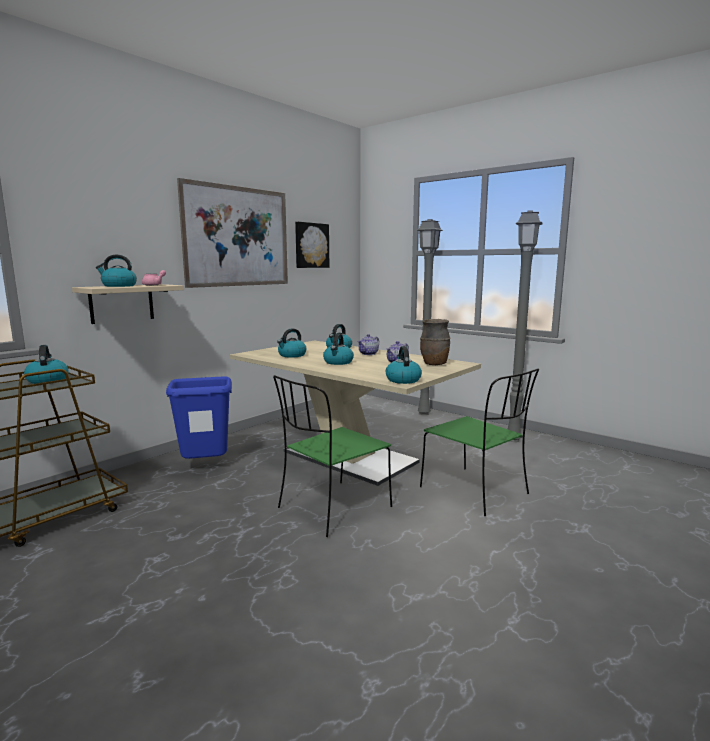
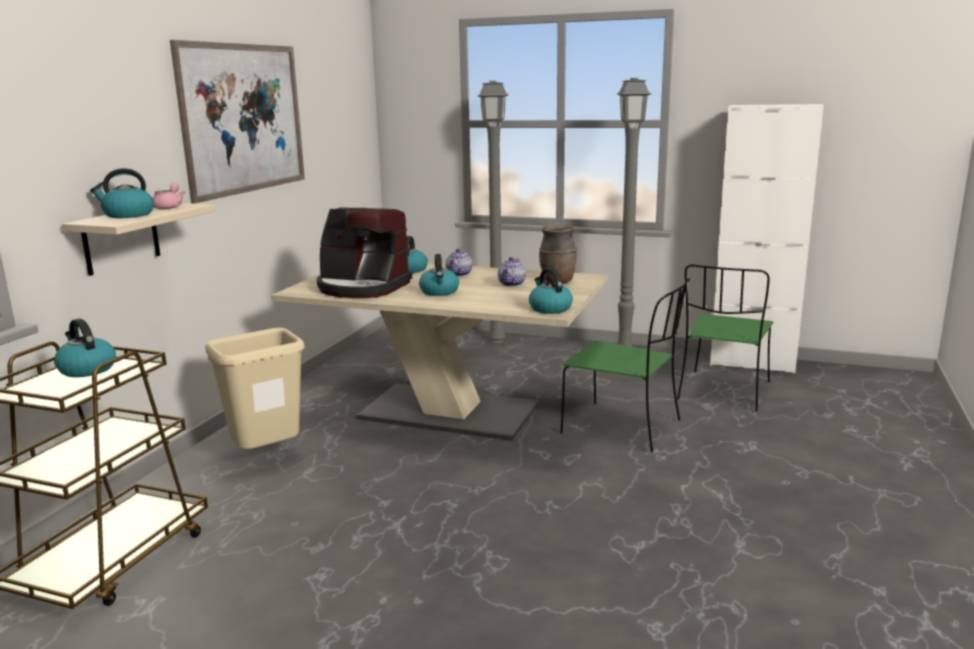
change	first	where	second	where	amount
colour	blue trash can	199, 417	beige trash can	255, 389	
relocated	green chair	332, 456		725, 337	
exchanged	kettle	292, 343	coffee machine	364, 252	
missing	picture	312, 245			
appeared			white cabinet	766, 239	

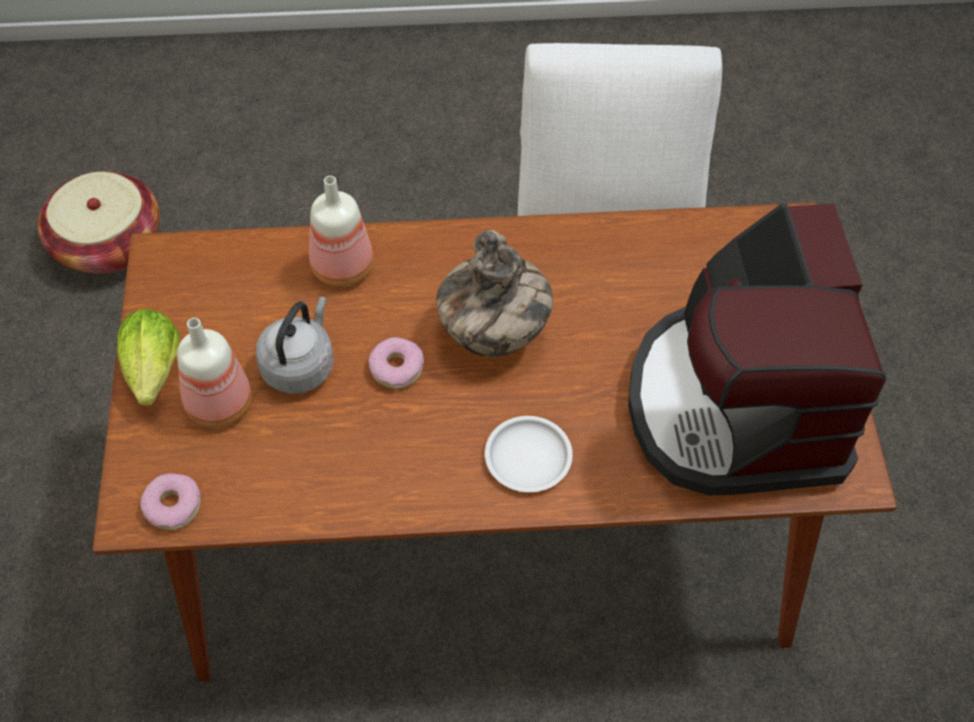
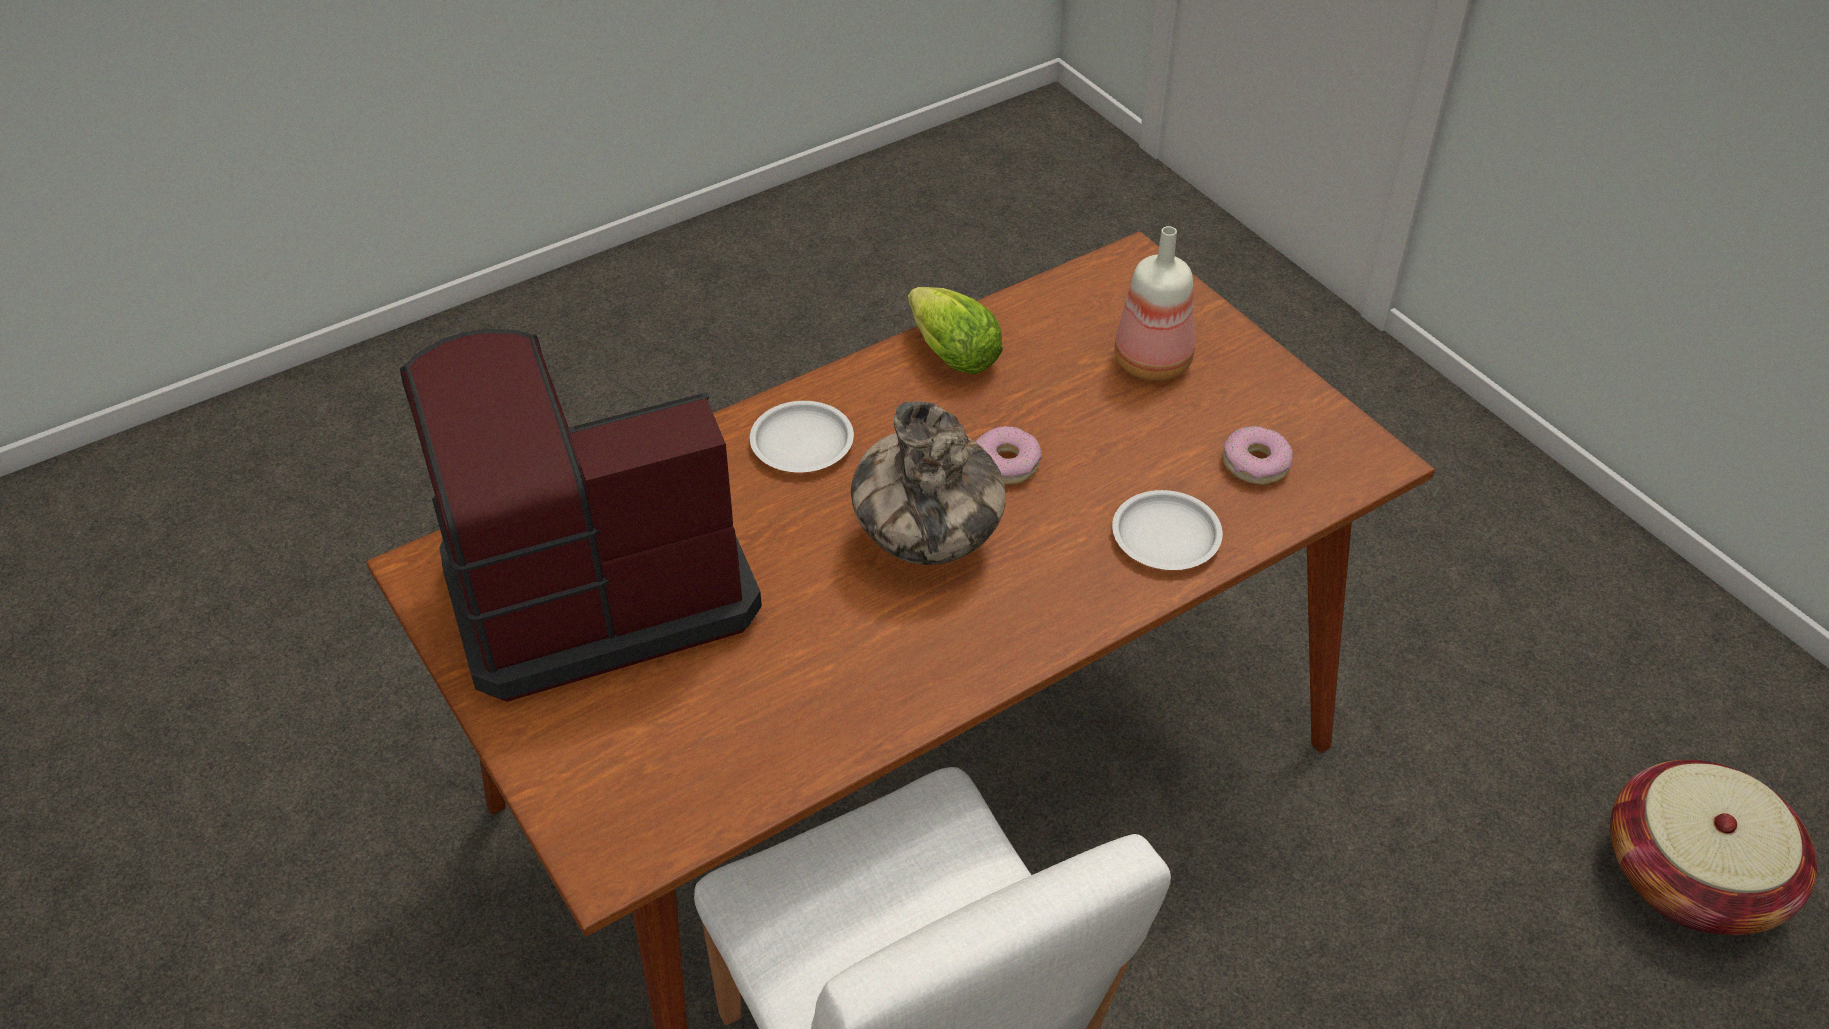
change	first	where	second	where	amount
relocated	lettuce	148, 357		955, 330	
relocated	donut	170, 501		1258, 455	
missing	grey kettle	295, 345			
exchanged	bottle	341, 231	white plate	1167, 530	
spun	coffee machine	757, 349		581, 515	75 degrees counterclockwise

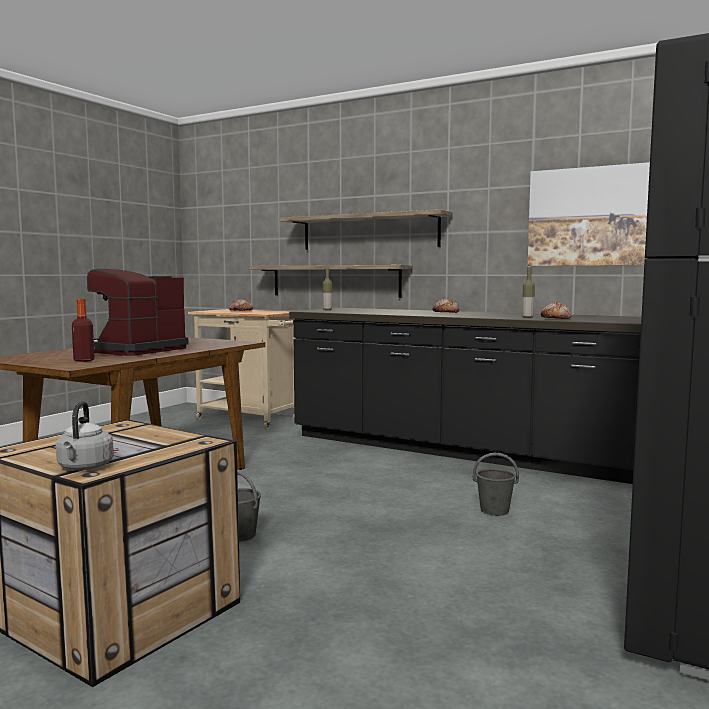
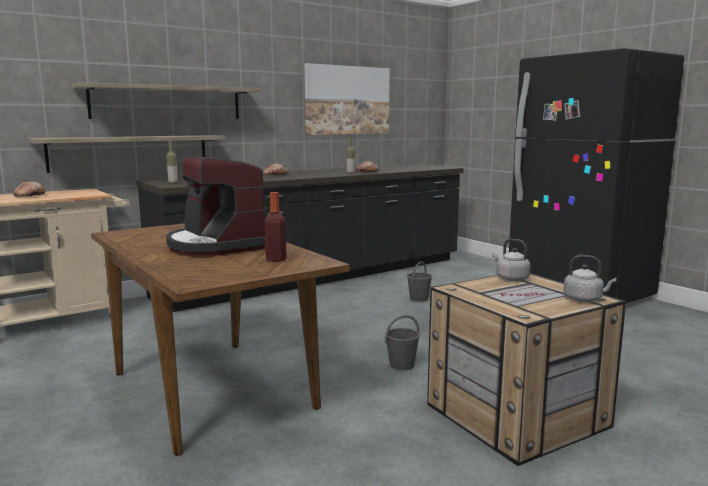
change	first	where	second	where	amount
appeared			grey kettle	511, 260	

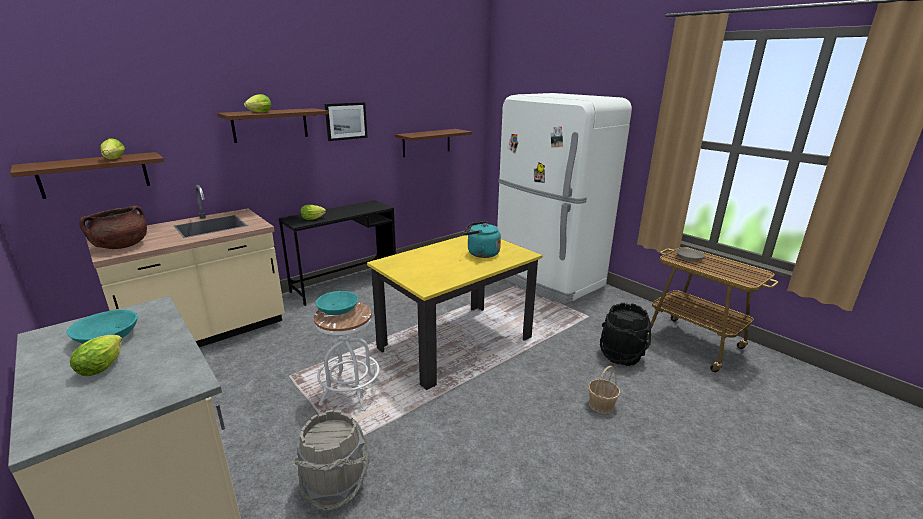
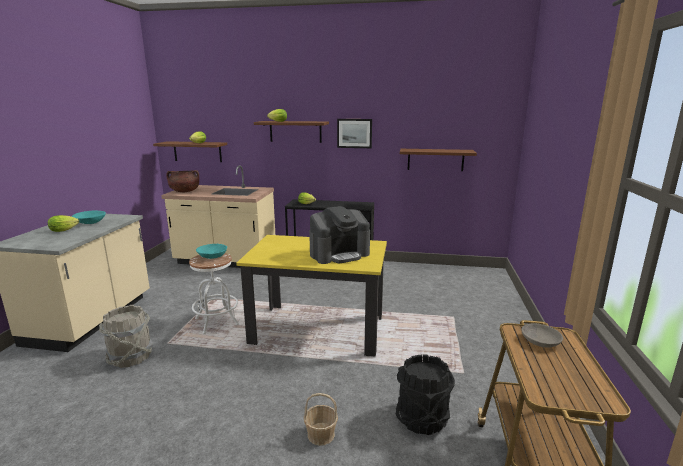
change	first	where	second	where	amount
exchanged	turquoise kettle	482, 239	coffee machine	339, 235	
missing	white fridge	564, 198			

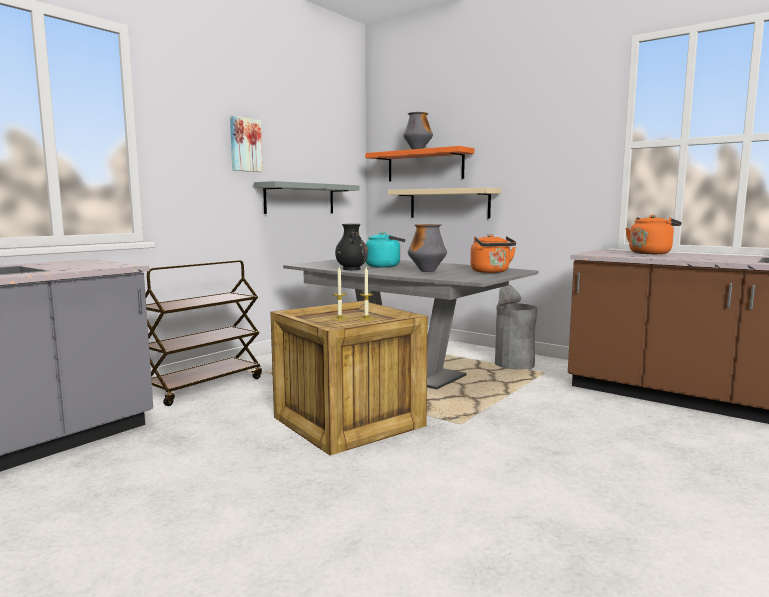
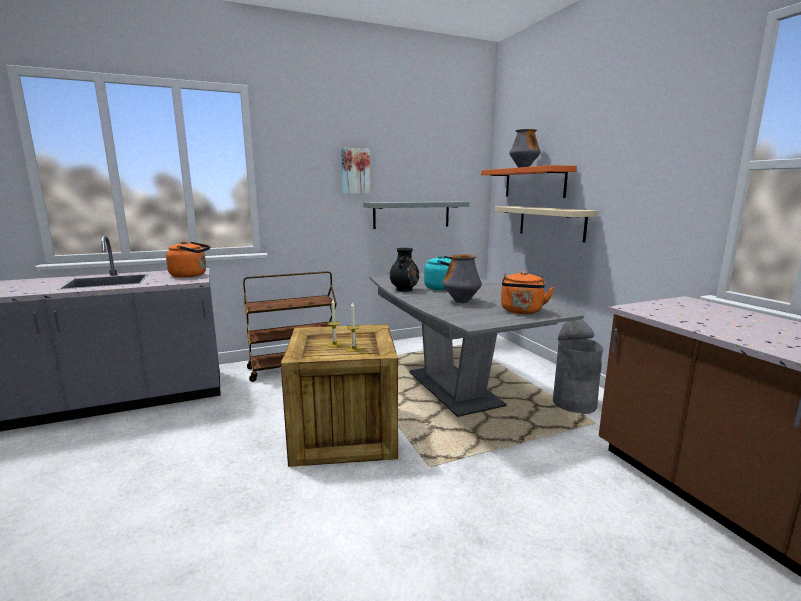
change	first	where	second	where	amount
relocated	orange kettle	653, 234		188, 259	

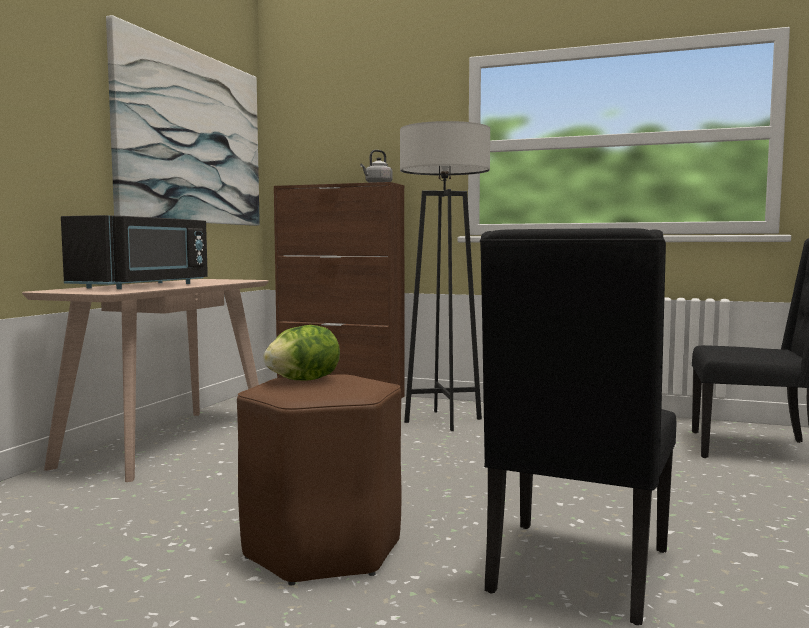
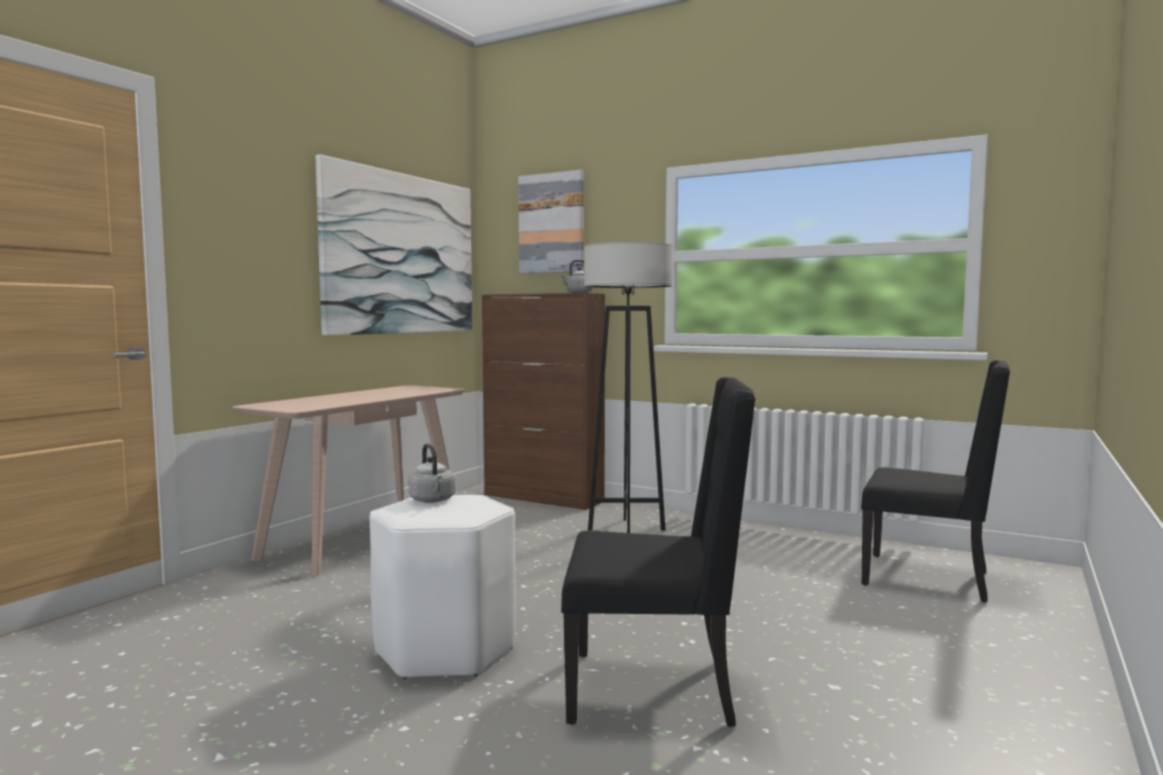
change	first	where	second	where	amount
missing	black microwave	134, 252			
colour	brown stool	319, 479	white stool	443, 587	
exchanged	lettuce	301, 353	grey kettle	431, 473	
spun	black chair	578, 426		658, 552	120 degrees counterclockwise
appeared			picture	551, 222	

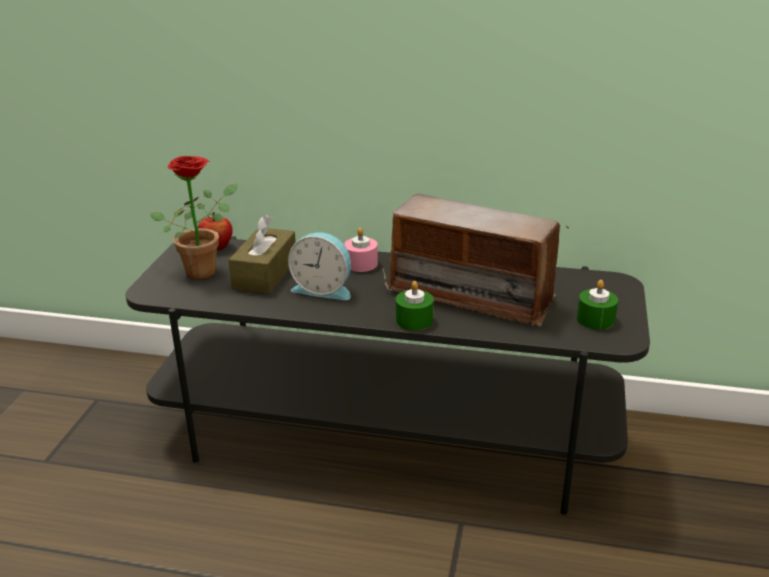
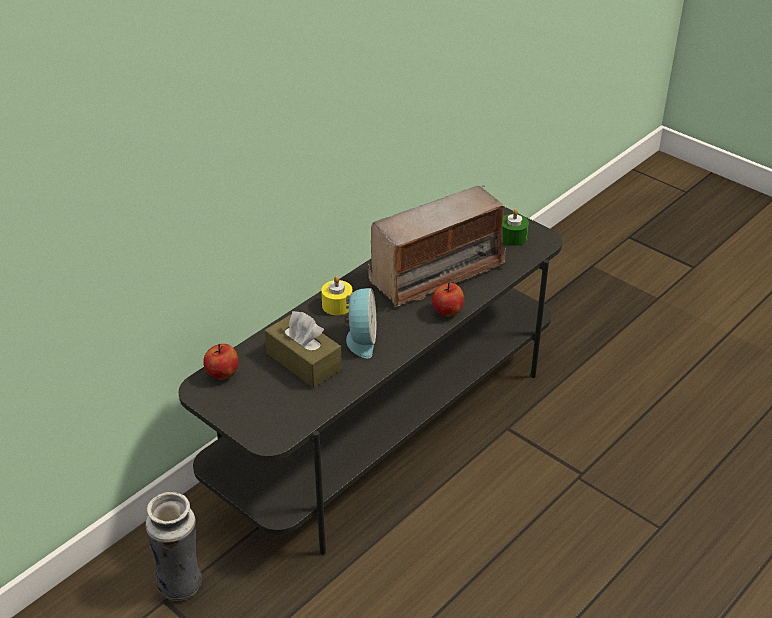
change	first	where	second	where	amount
missing	potted plant	193, 217			
spun	alarm clock	319, 266		360, 323	45 degrees counterclockwise
colour	pink candle	361, 250	yellow candle	337, 295	
exchanged	green candle	415, 305	apple	448, 299	
appeared			vase	173, 546	

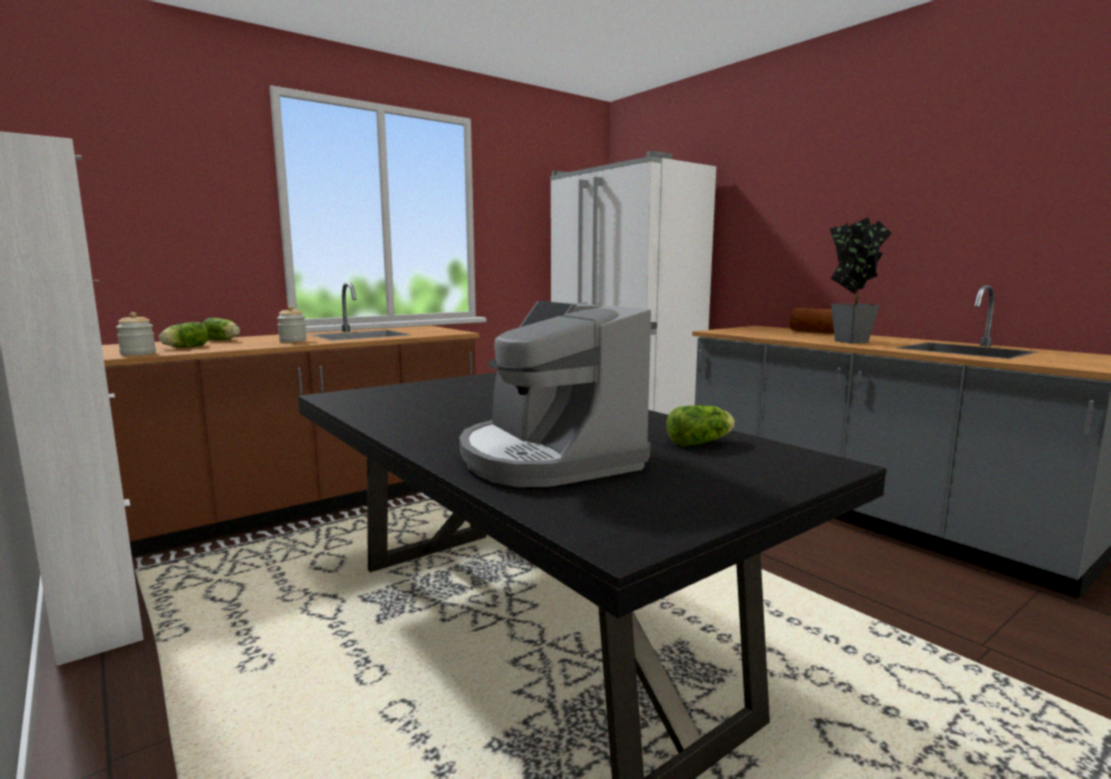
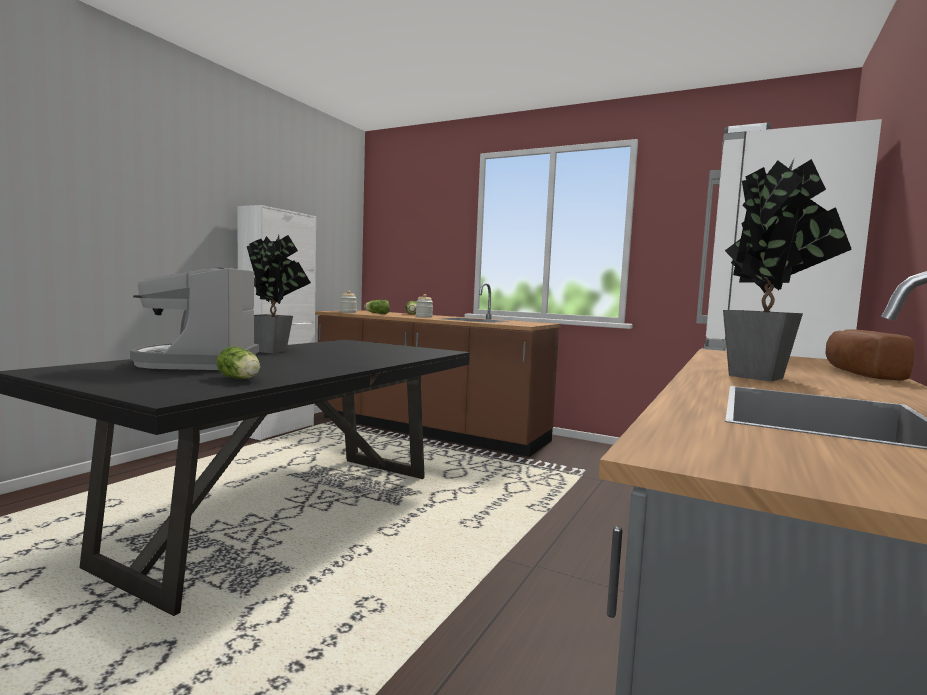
change	first	where	second	where	amount
spun	coffee machine	555, 394		194, 318	45 degrees counterclockwise
appeared			potted plant	279, 294	

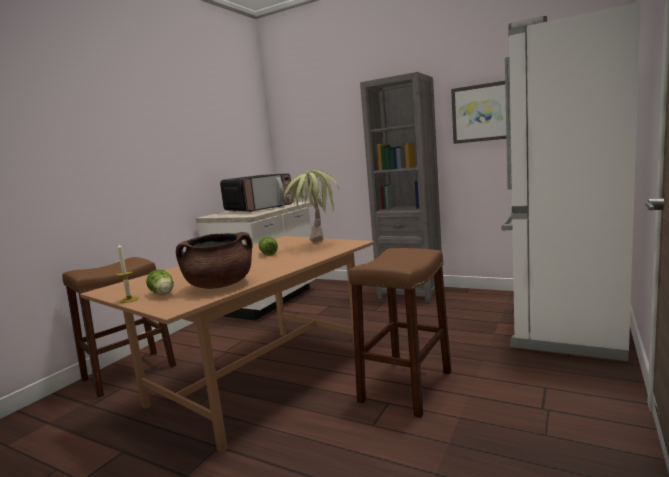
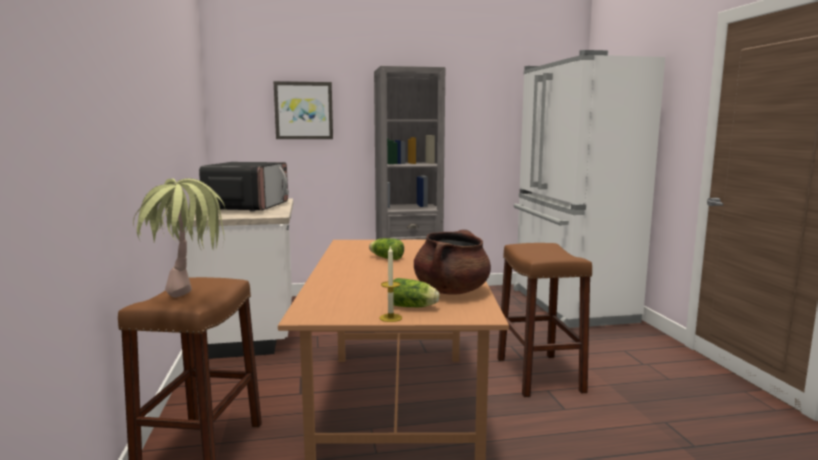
change	first	where	second	where	amount
relocated	potted plant	311, 206		179, 237	
relocated	picture	480, 112		303, 110	

